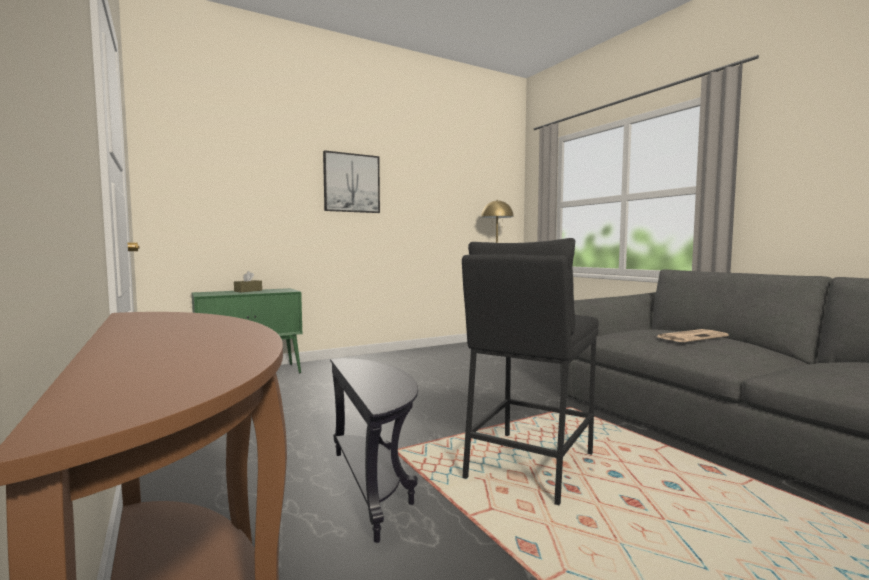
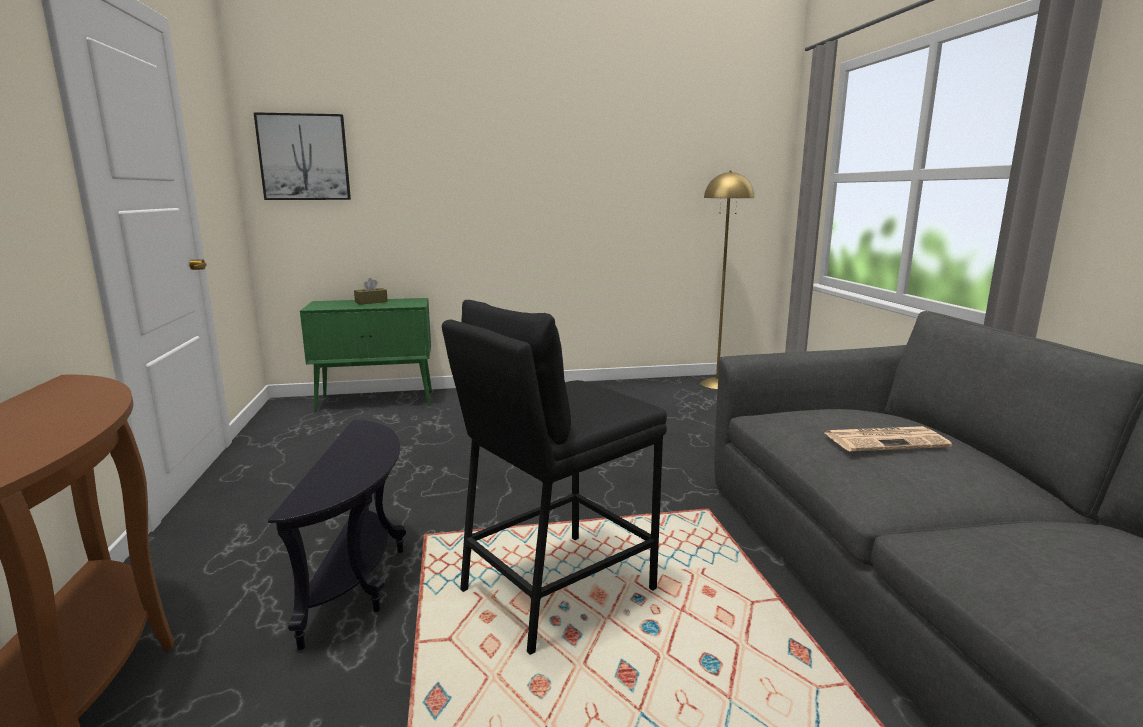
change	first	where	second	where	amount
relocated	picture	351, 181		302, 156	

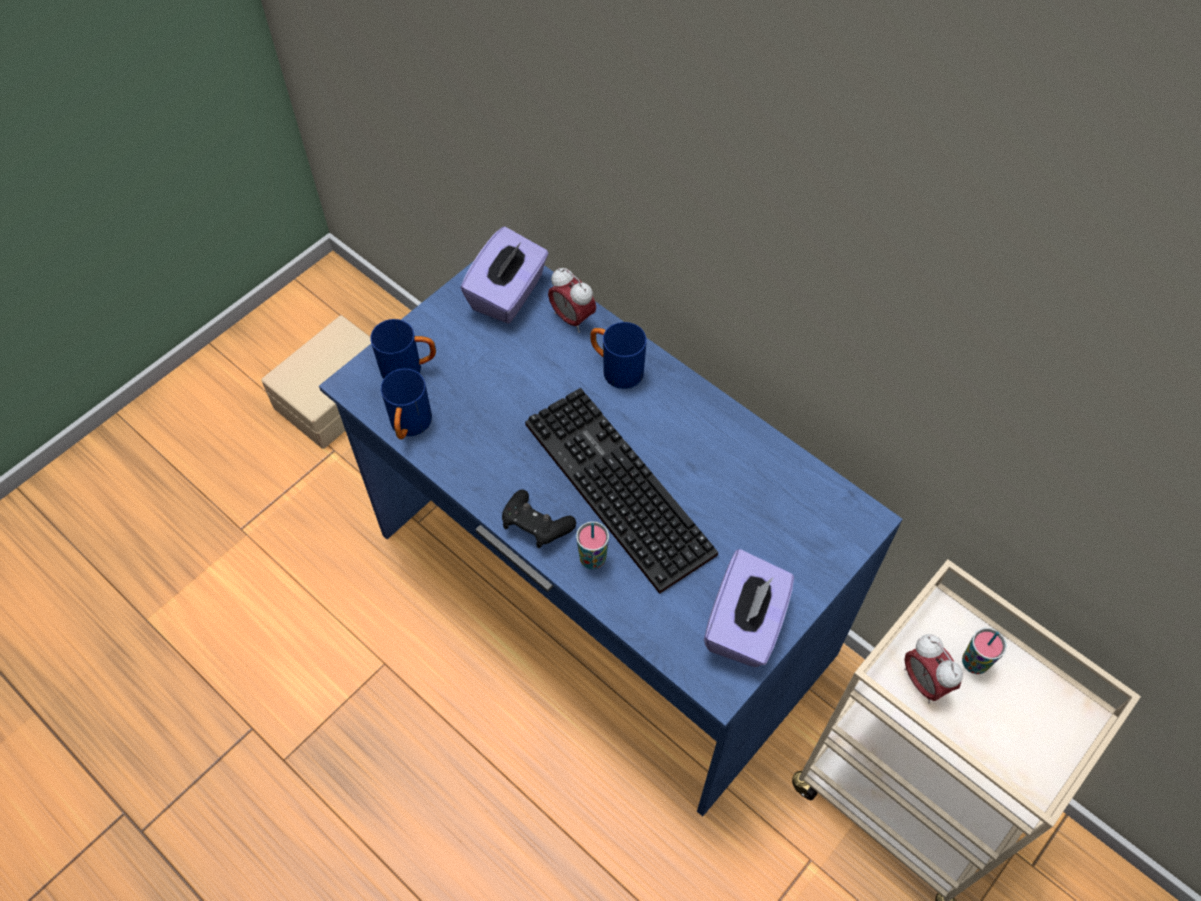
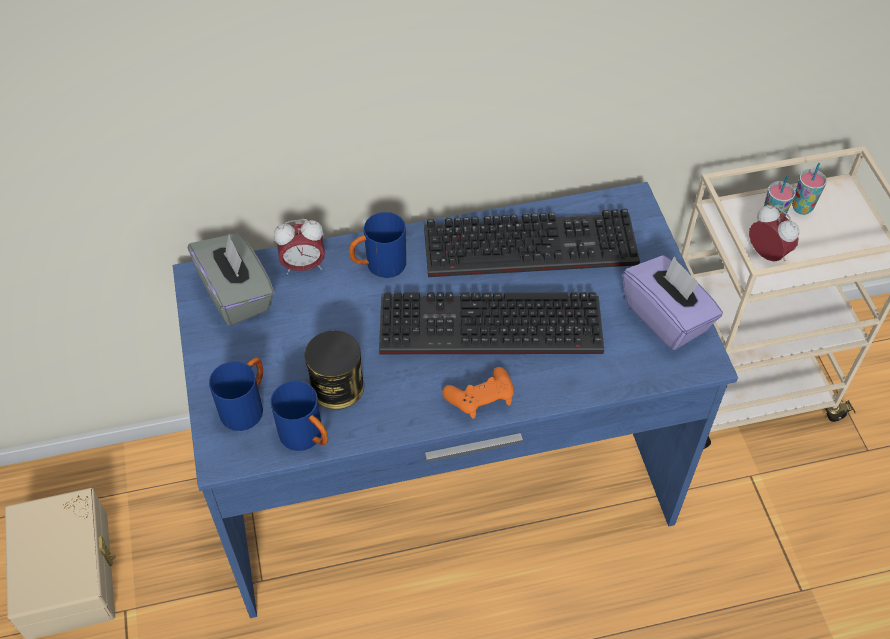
change	first	where	second	where	amount
colour	purple tissue box	504, 275	grey tissue box	231, 279	
colour	black game controller	539, 519	orange game controller	478, 392	
relocated	cup	592, 545		809, 189	
spun	alarm clock	933, 669		774, 233	135 degrees counterclockwise
appeared			can	334, 370	
appeared			keyboard	532, 243	

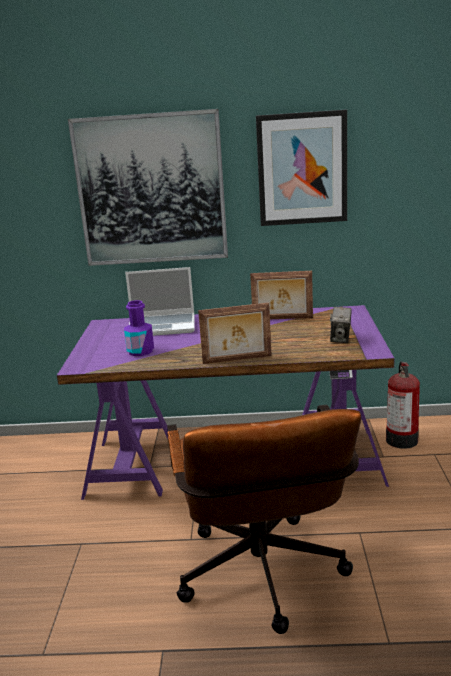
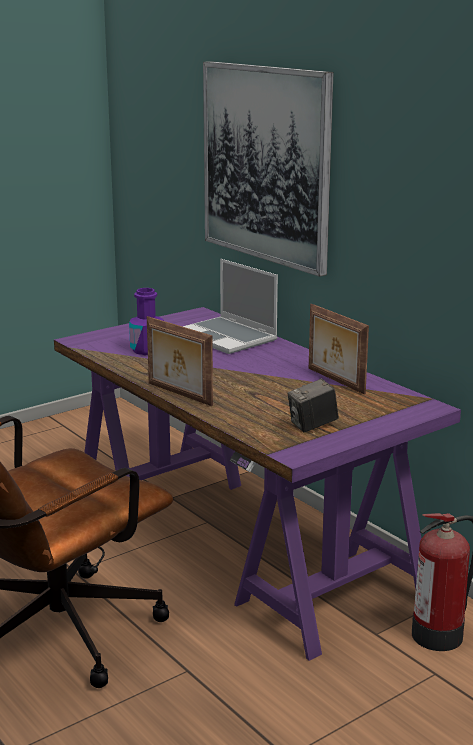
change	first	where	second	where	amount
missing	picture	301, 167			

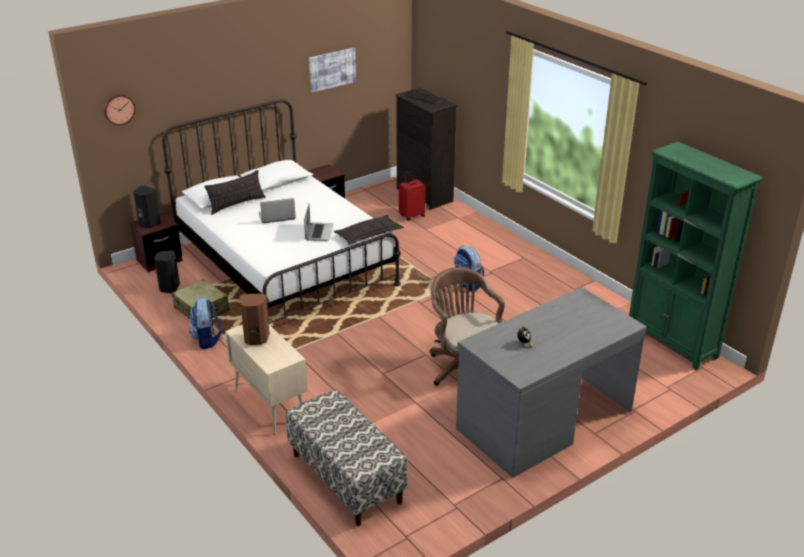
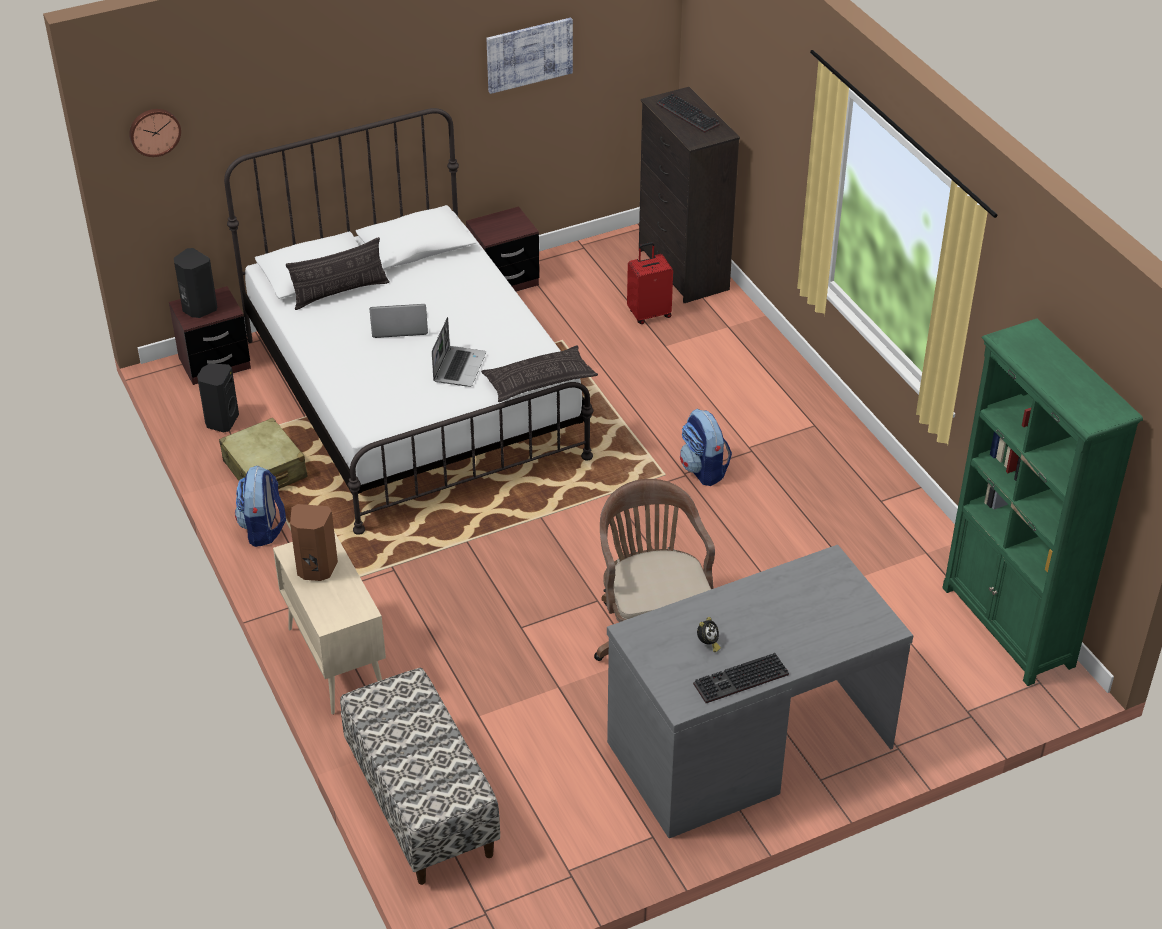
change	first	where	second	where	amount
appeared			keyboard	741, 678	

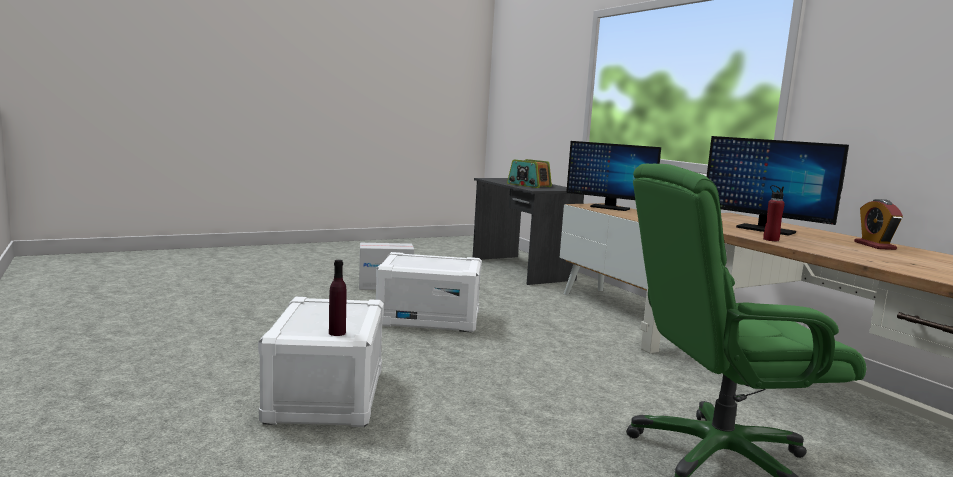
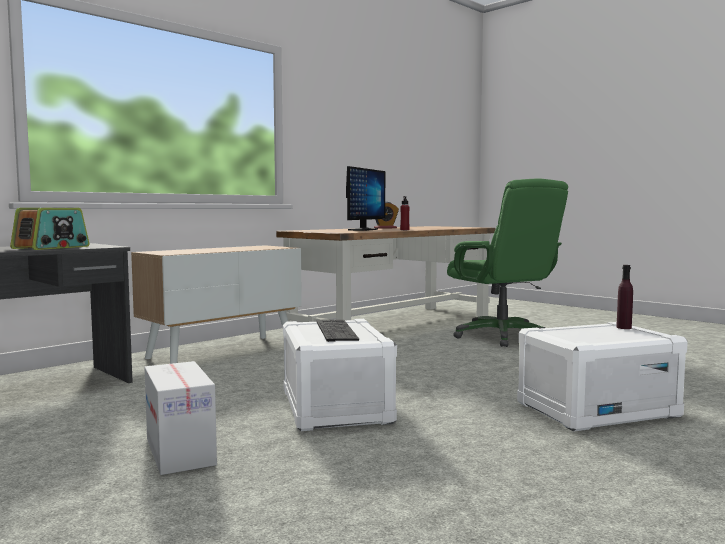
change	first	where	second	where	amount
missing	monitor	613, 176			
appeared			keyboard	337, 331	

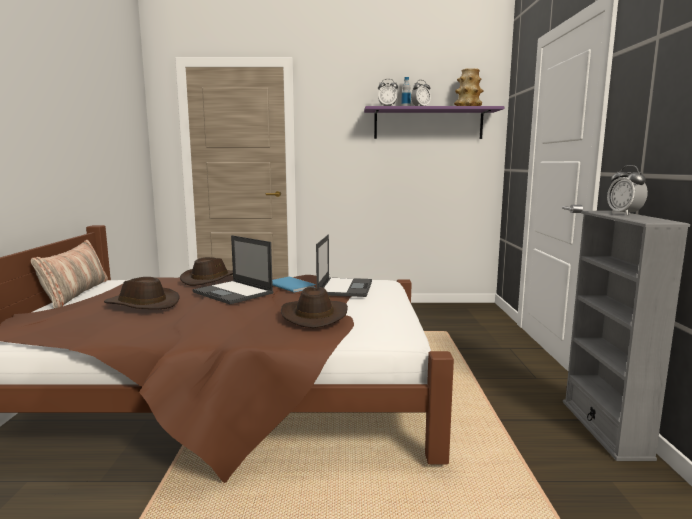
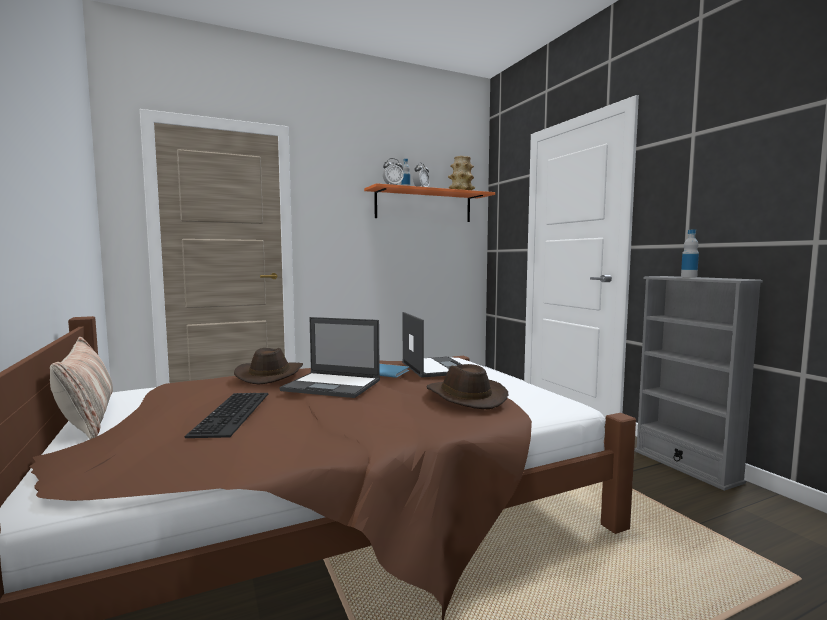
change	first	where	second	where	amount
exchanged	brown hat	141, 293	keyboard	226, 415	
colour	purple shelf	434, 122	orange shelf	429, 202	
exchanged	alarm clock	627, 190	bottle	690, 253	

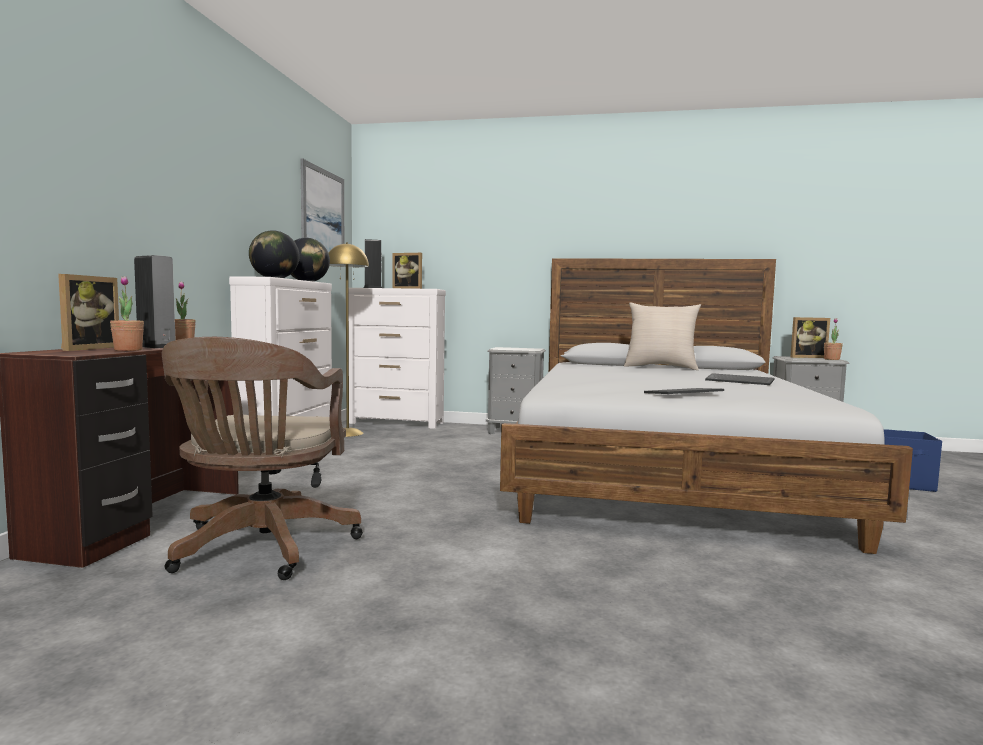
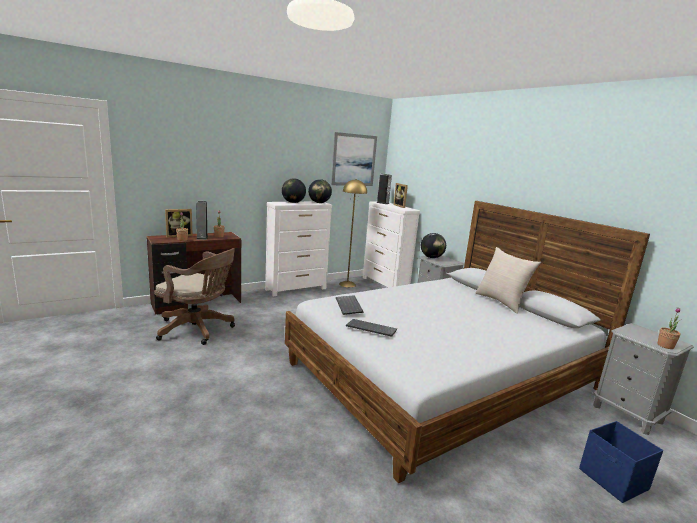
change	first	where	second	where	amount
spun	brown office chair	262, 458		194, 296	120 degrees counterclockwise
relocated	keyboard	740, 379		349, 305	
missing	picture frame	810, 337			
appeared			globe	433, 245	

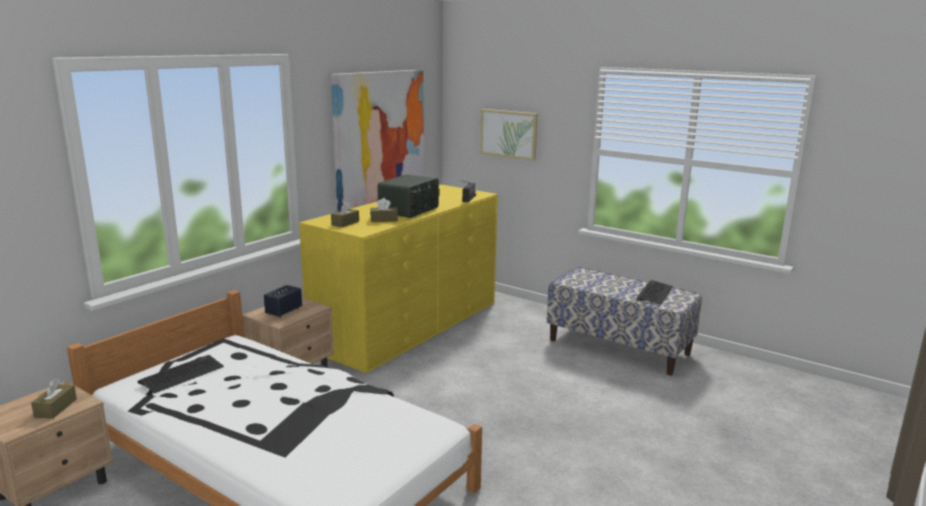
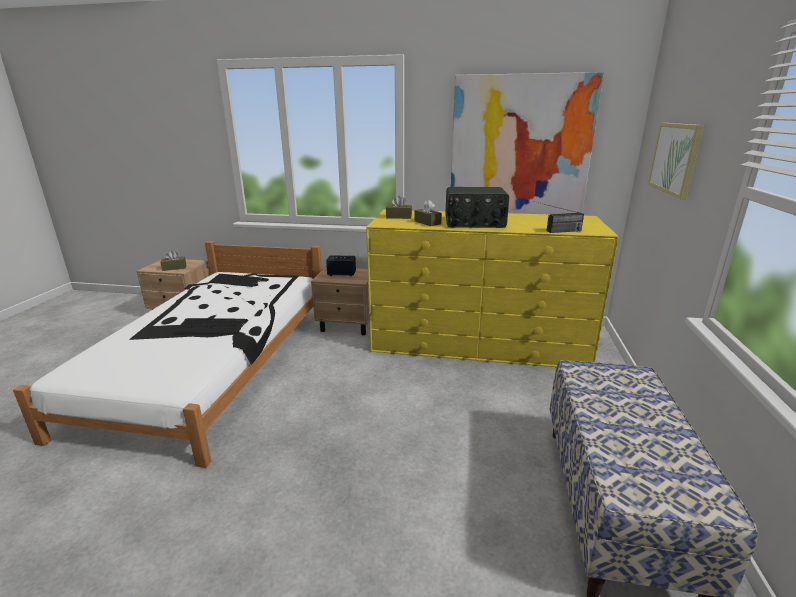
change	first	where	second	where	amount
relocated	keyboard	654, 292		211, 325	

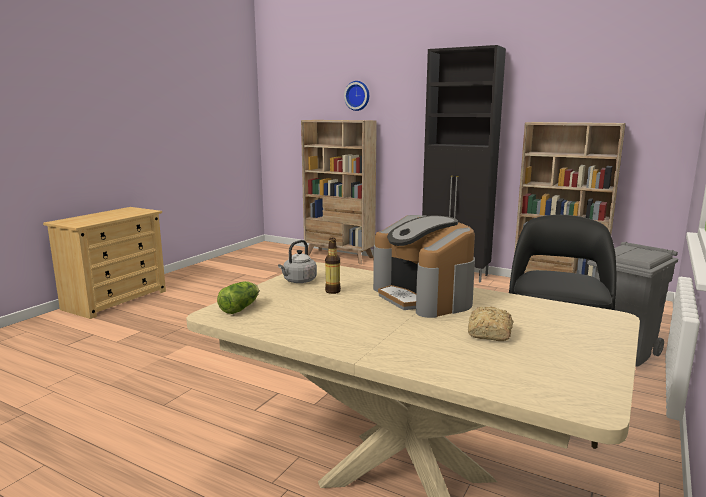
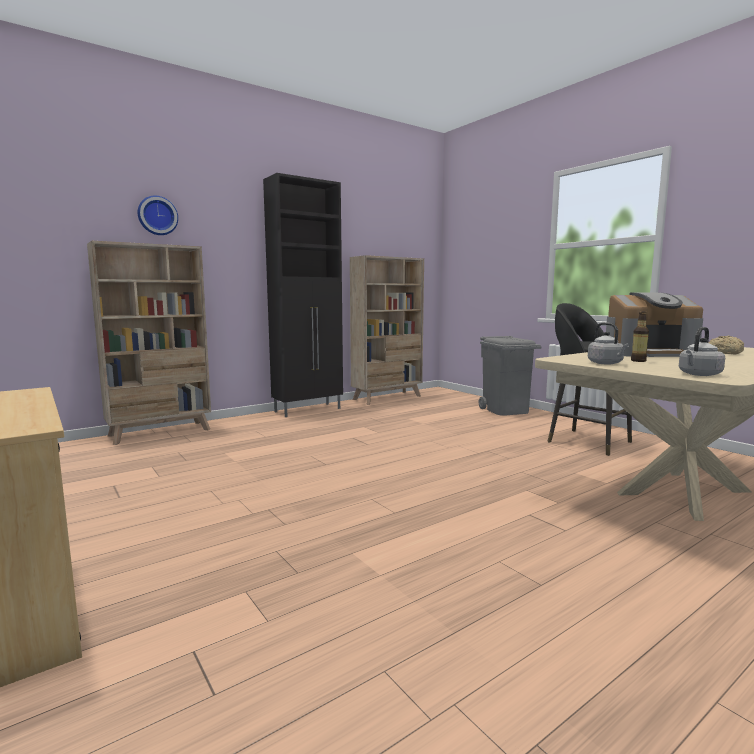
change	first	where	second	where	amount
exchanged	lettuce	238, 297	grey kettle	702, 351	

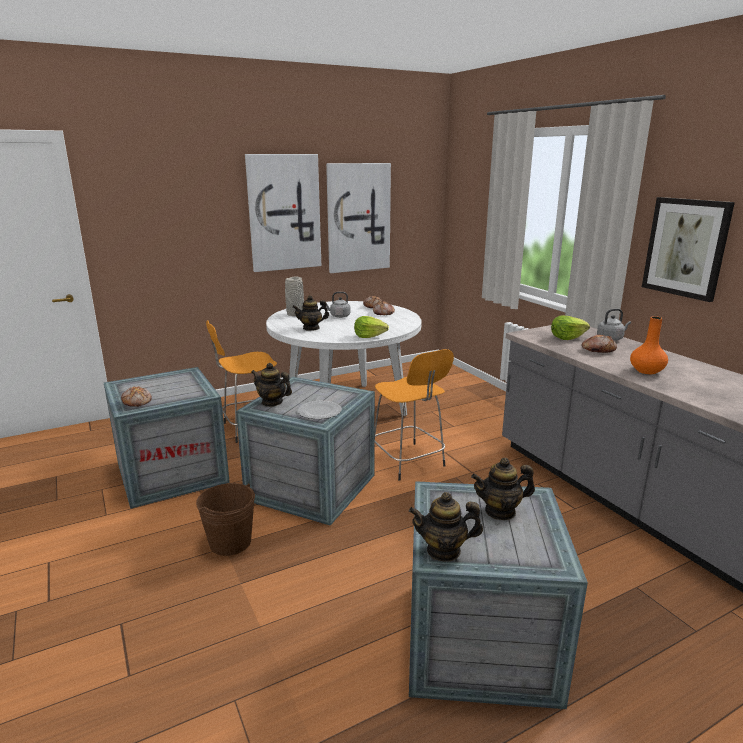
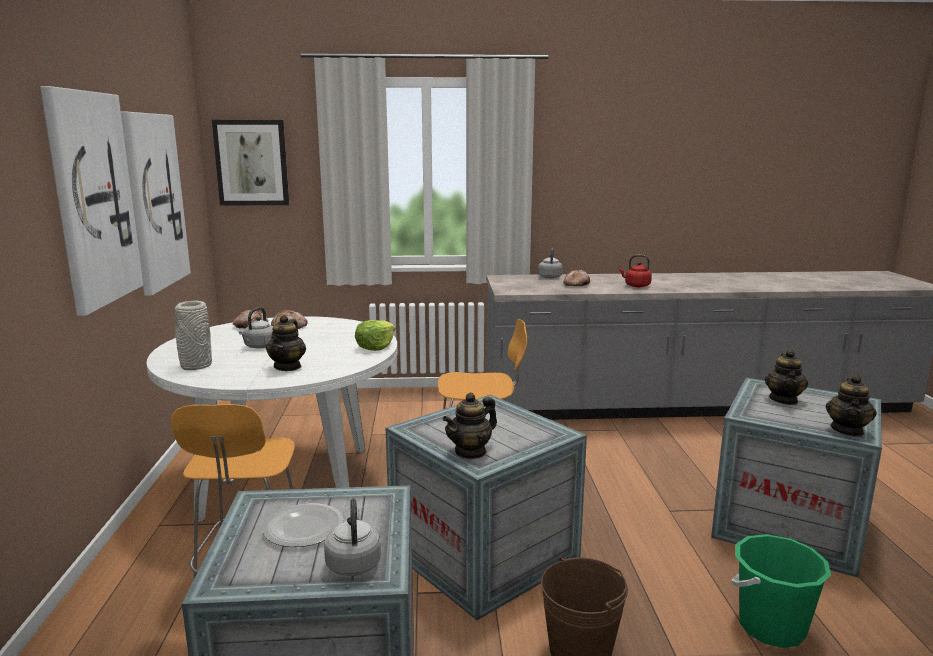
change	first	where	second	where	amount
exchanged	bread	136, 396	grey kettle	352, 537	
relocated	plate	320, 410		303, 525	
missing	lettuce	570, 327			
exchanged	orange vase	649, 345	red kettle	635, 271	
relocated	picture	688, 249		250, 163	
appeared			green bucket	781, 591	

